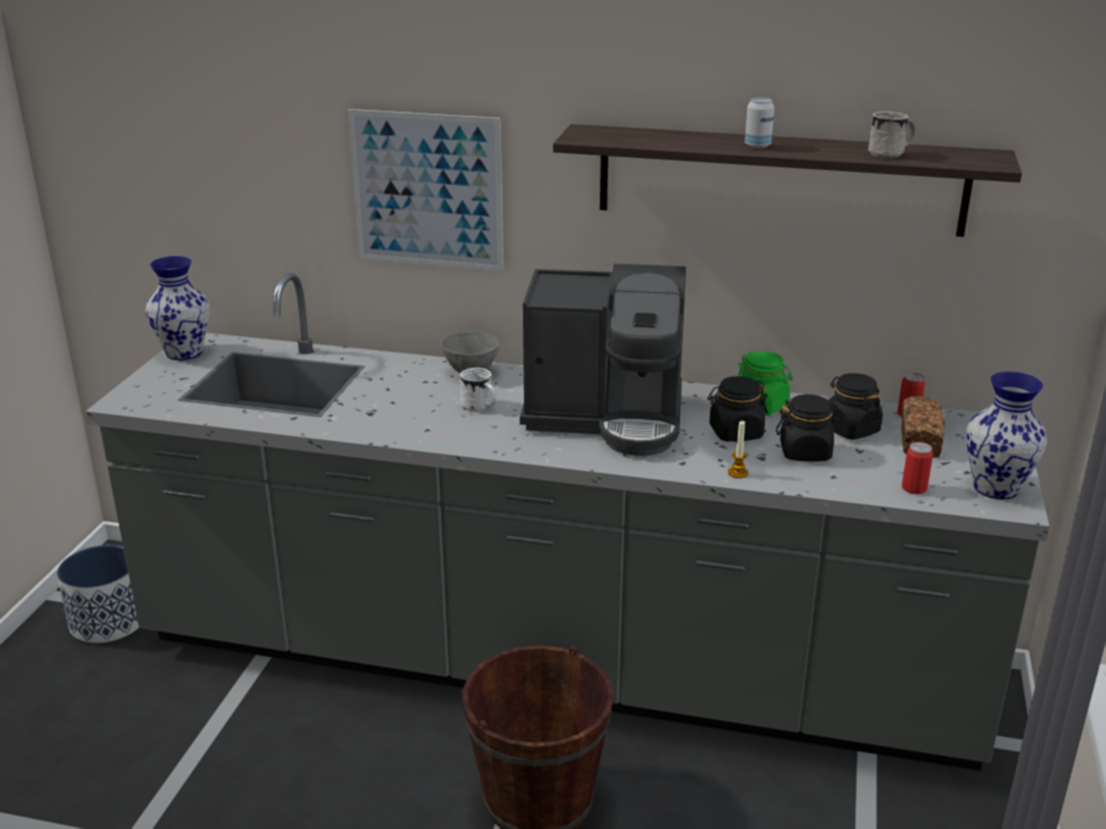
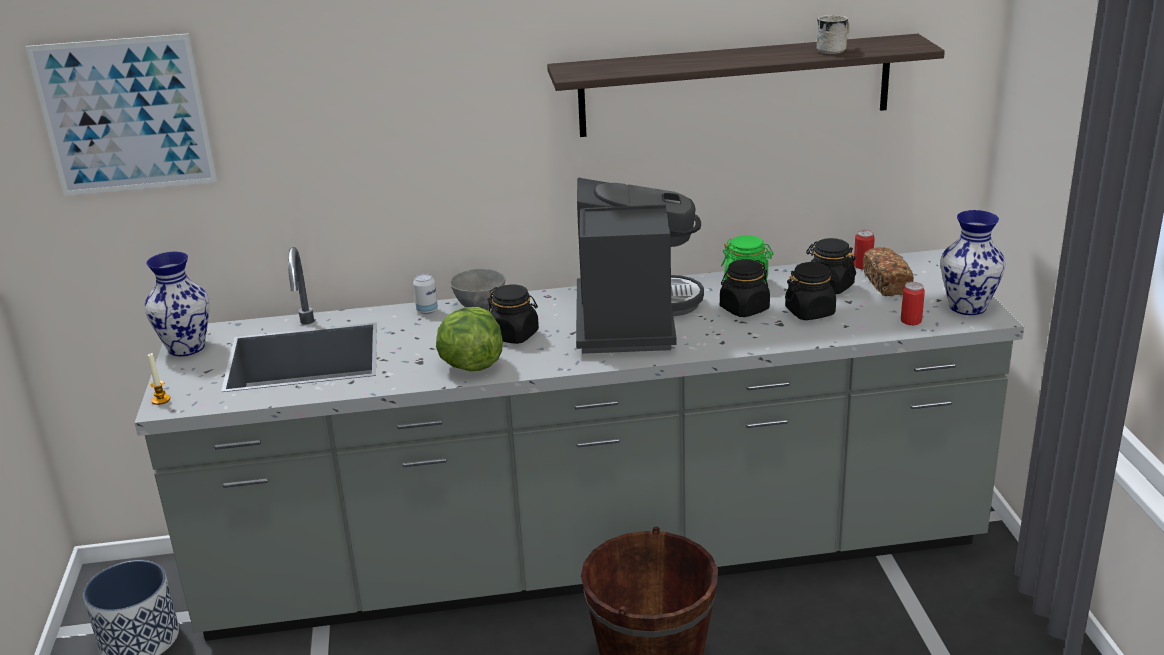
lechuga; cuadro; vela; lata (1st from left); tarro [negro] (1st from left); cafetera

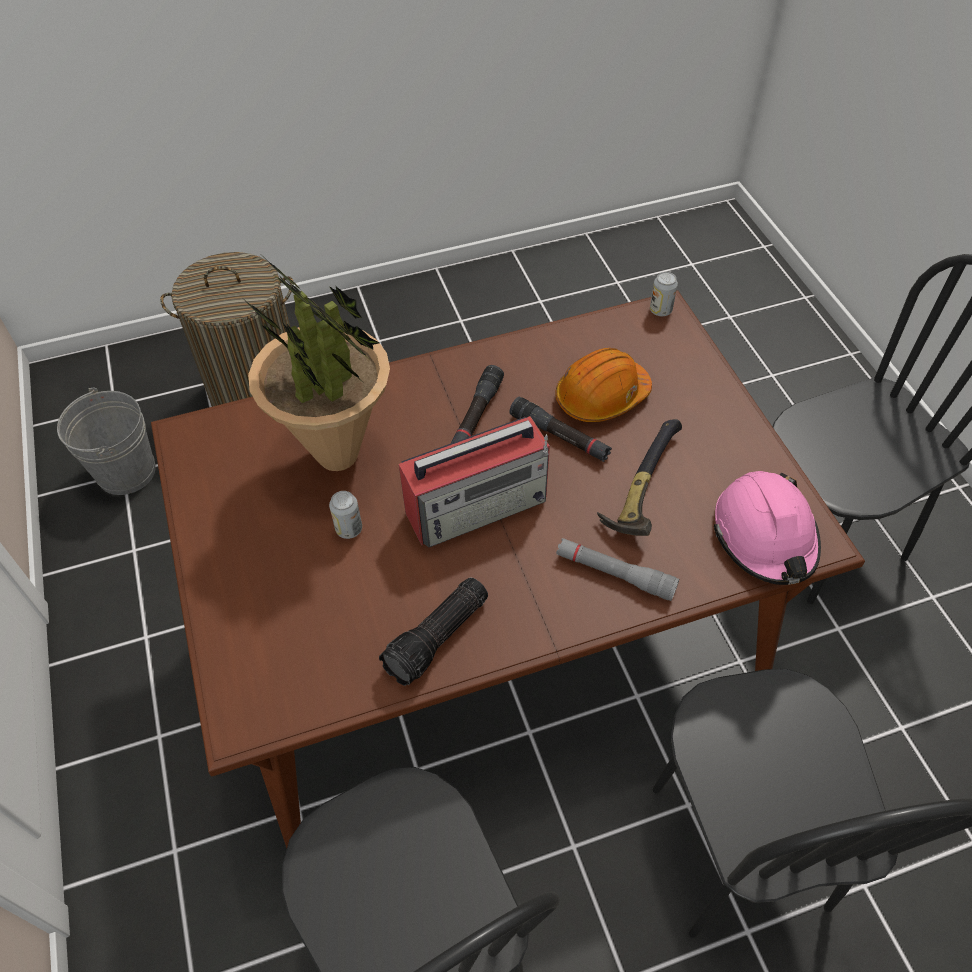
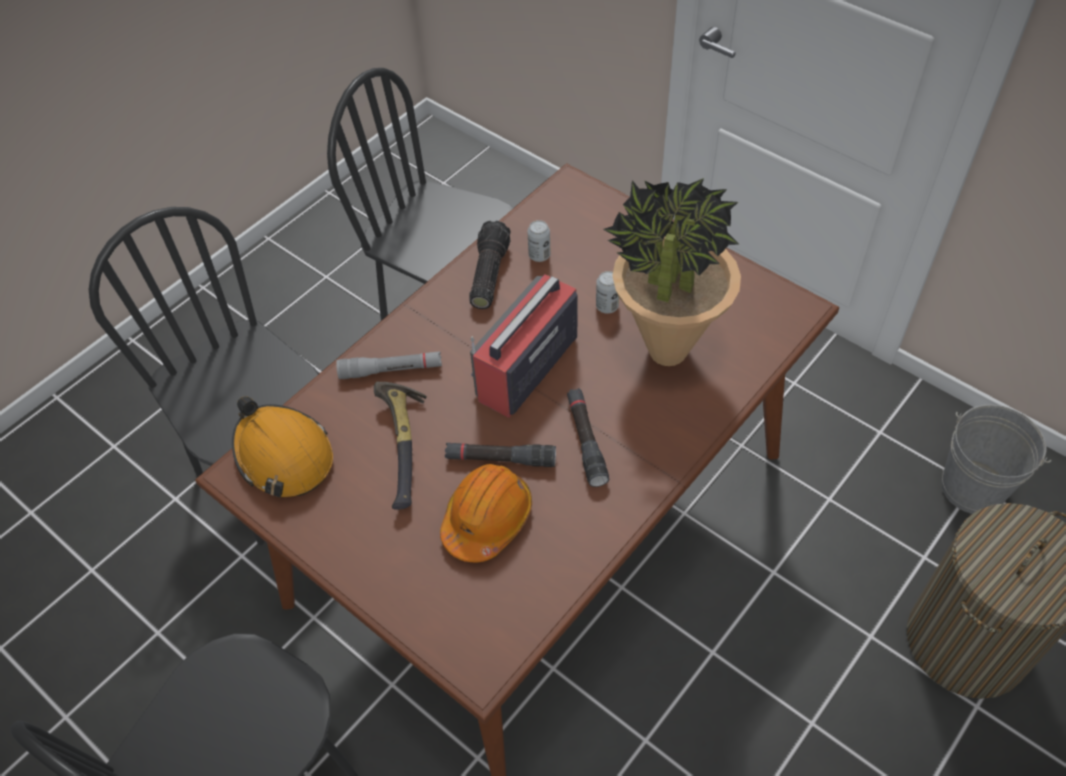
lata (1st from left); casco [naranja] (1st from left)

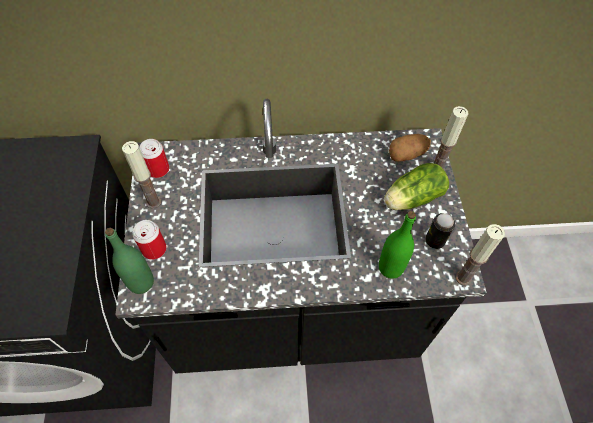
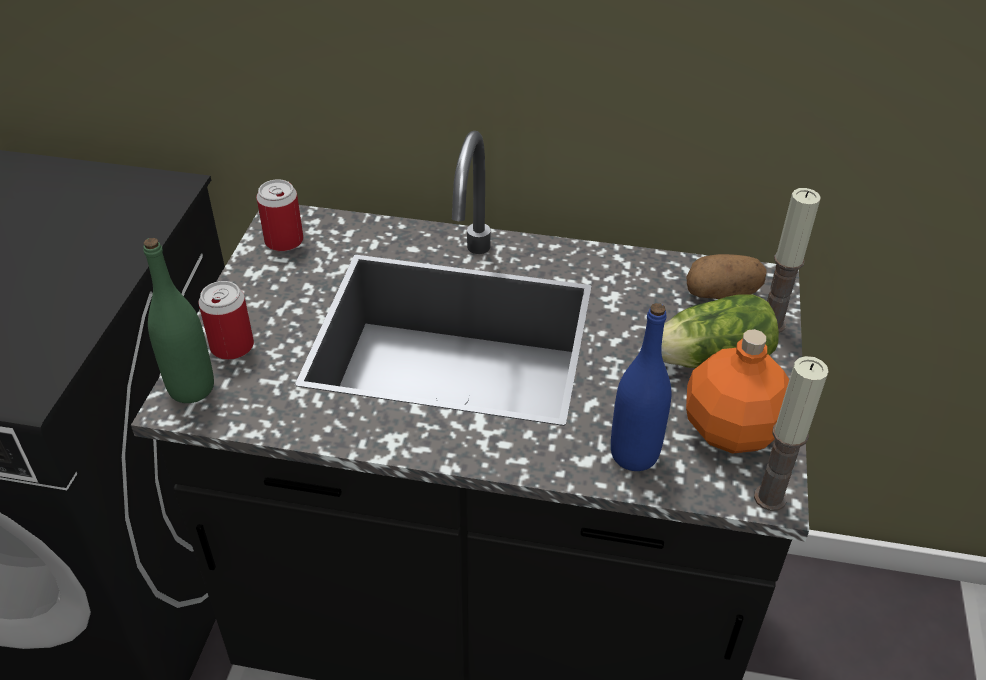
vela (1st from left in the first image); botella [naranja]; botella [azul]

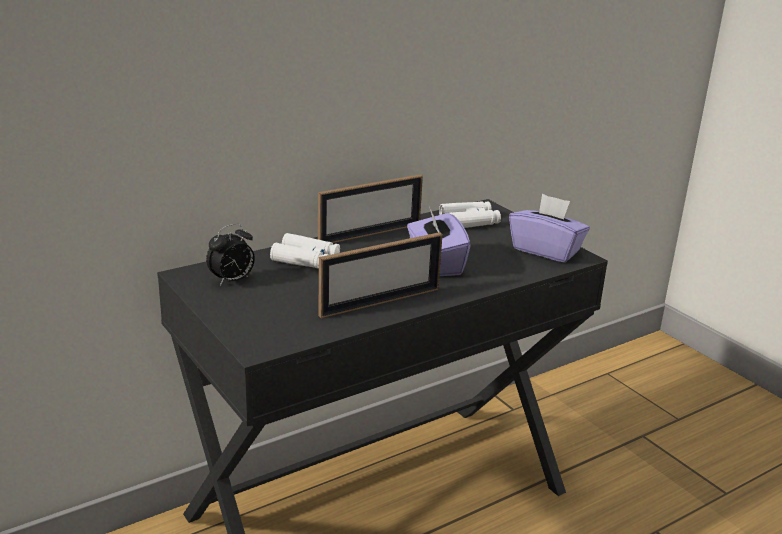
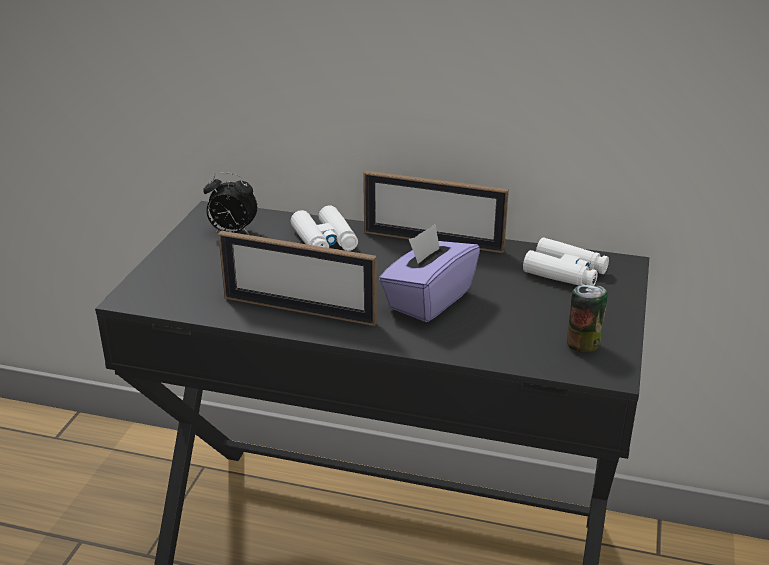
lata

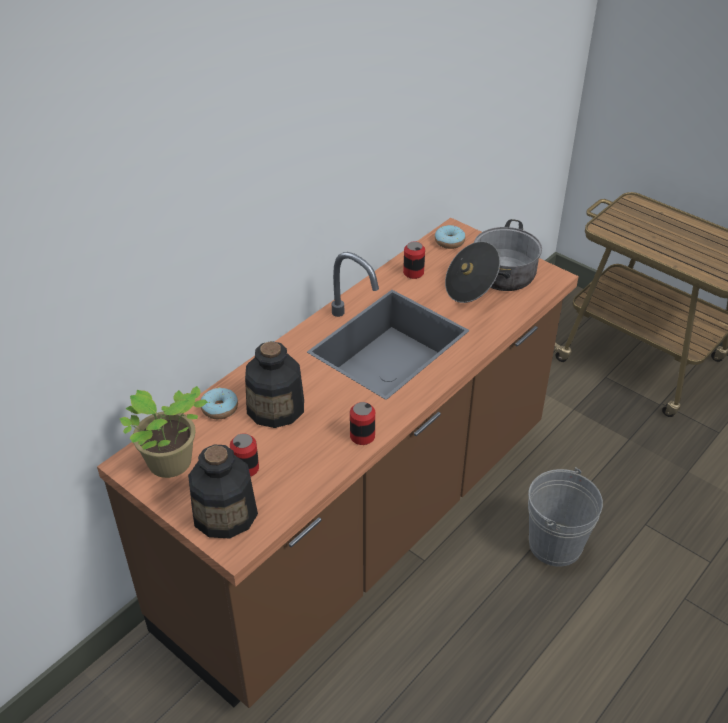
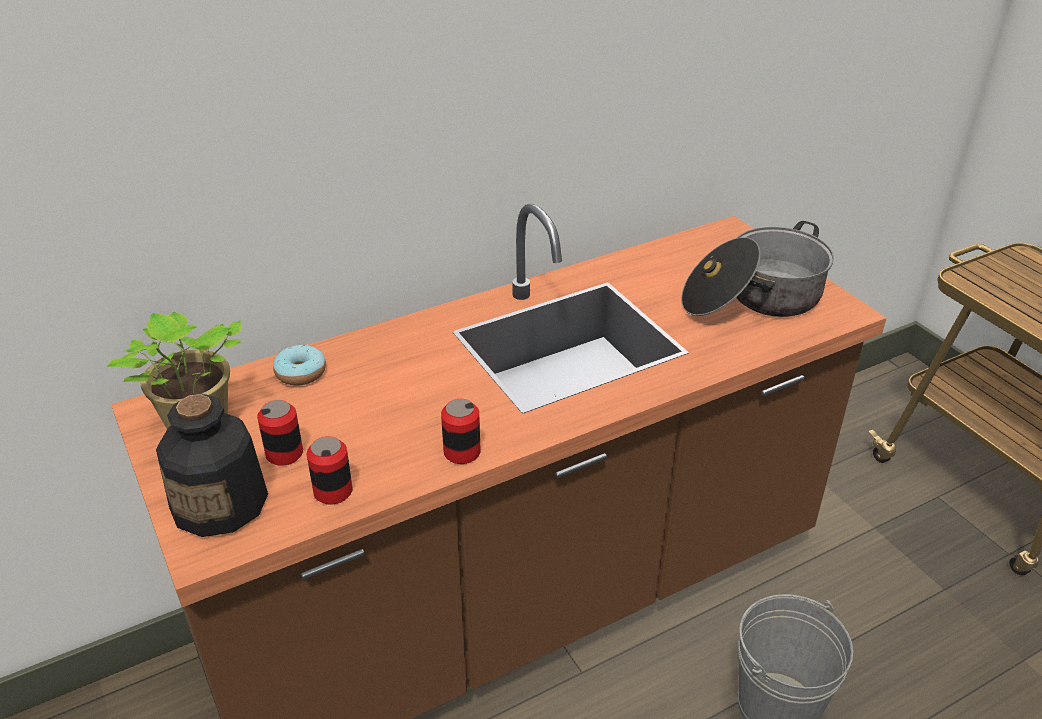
botella (2nd from left in the first image); rosquilla (2nd from left in the first image); lata (2nd from left)

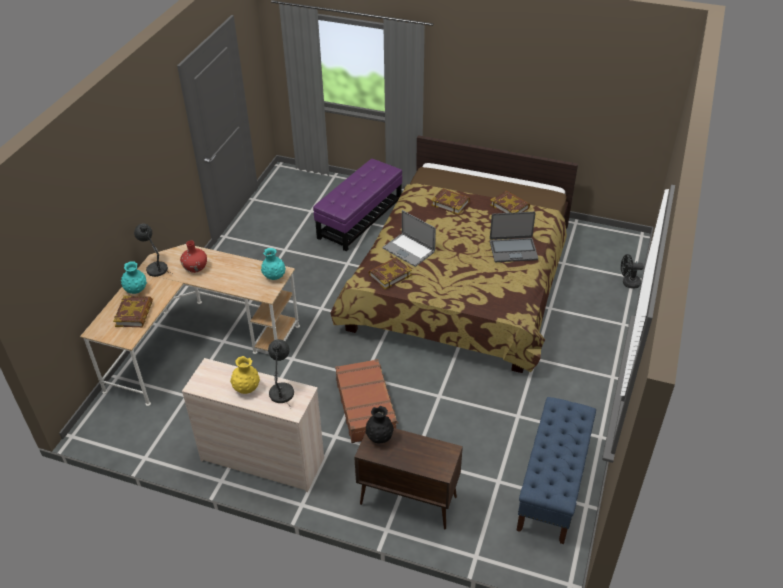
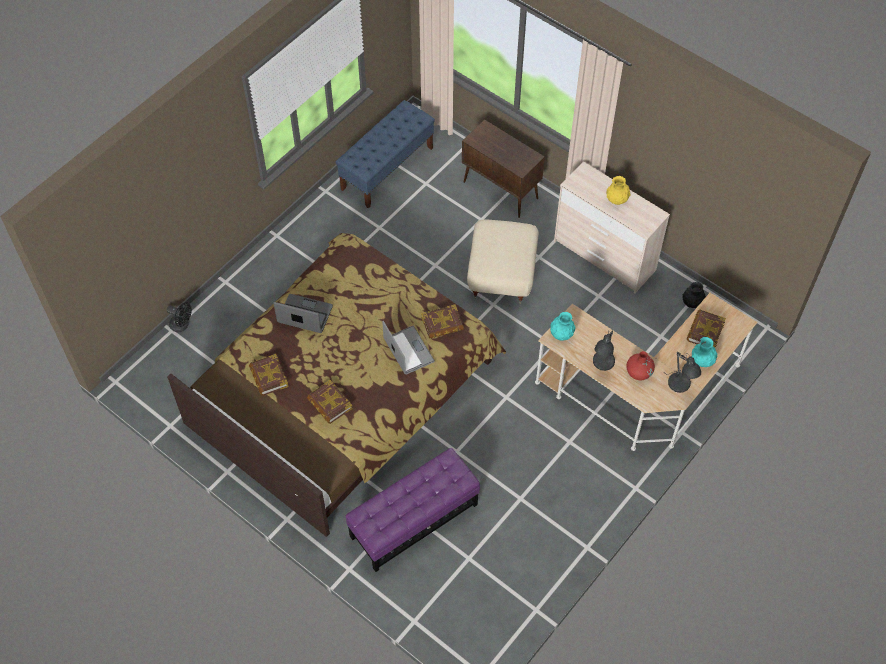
lámpara de mesa [gris] (1st from left); florero [negro]; puf [beis]

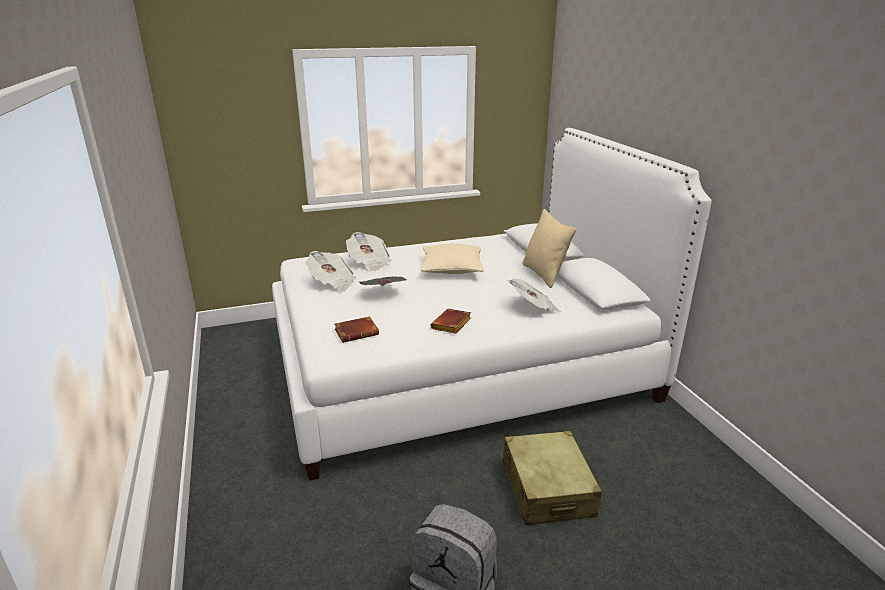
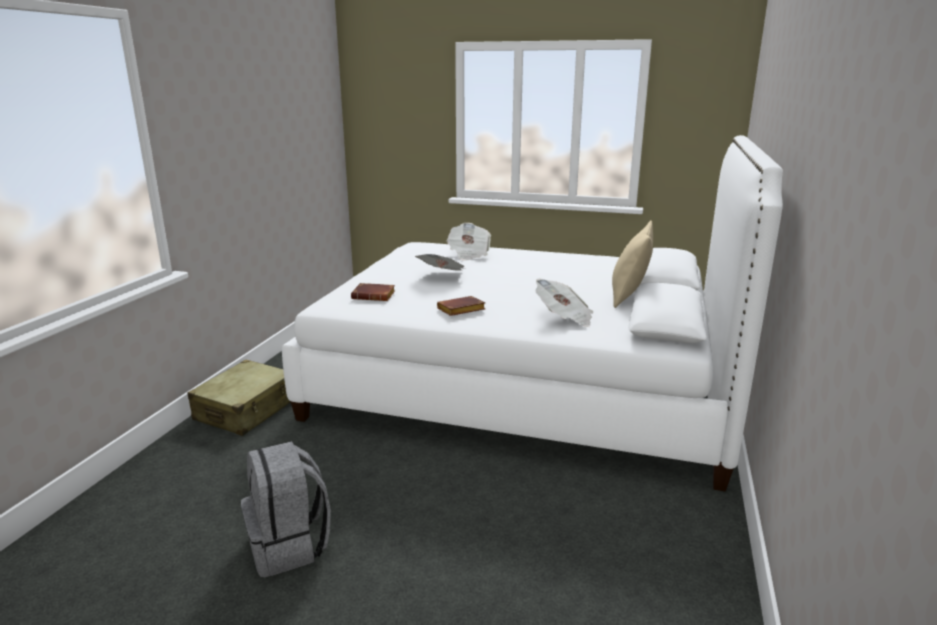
periódico (1st from left in the first image); cojín [beis] (1st from left in the first image); maleta [beis]

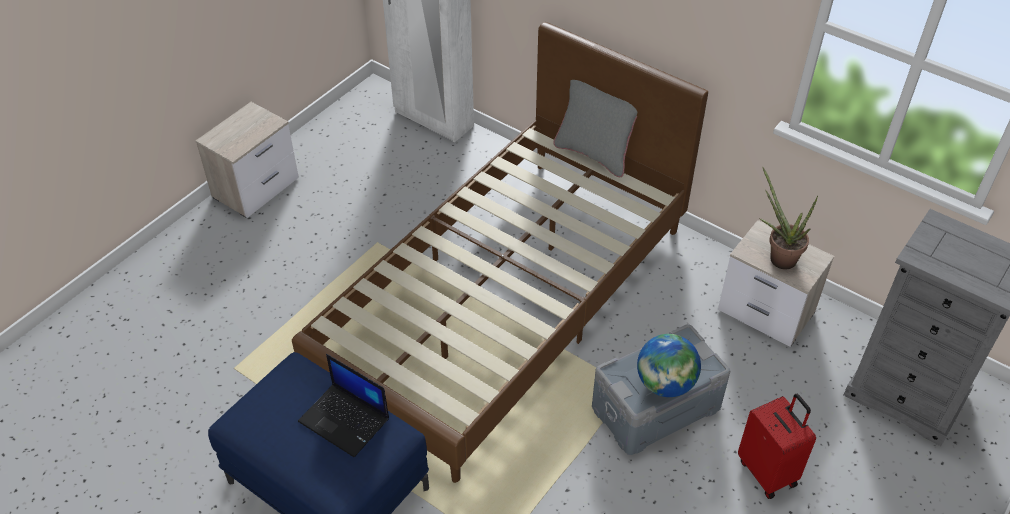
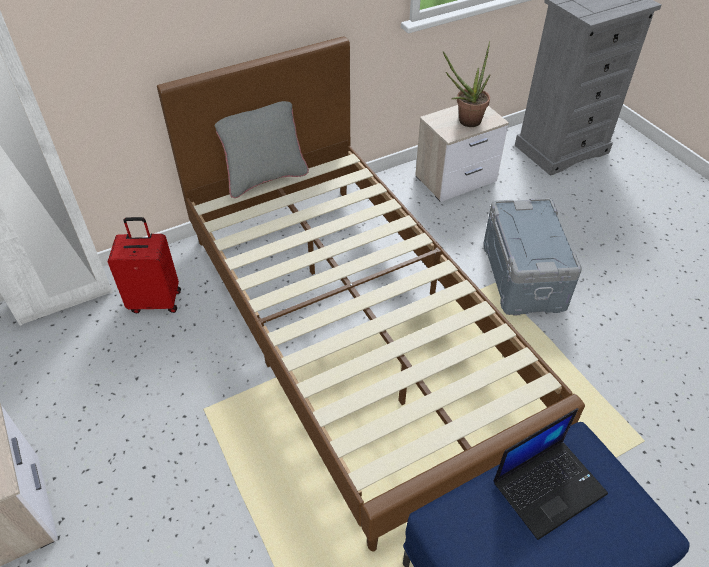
globo terráqueo; maleta [rojo]

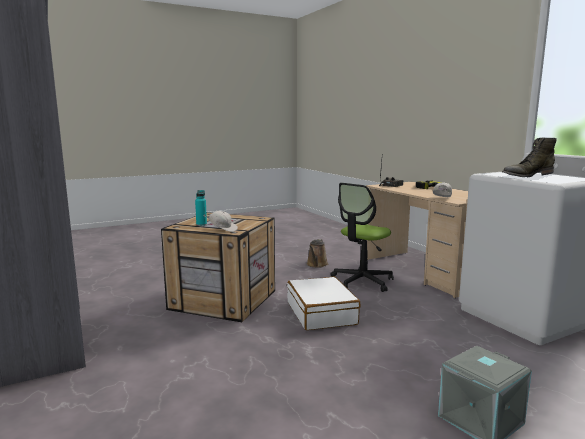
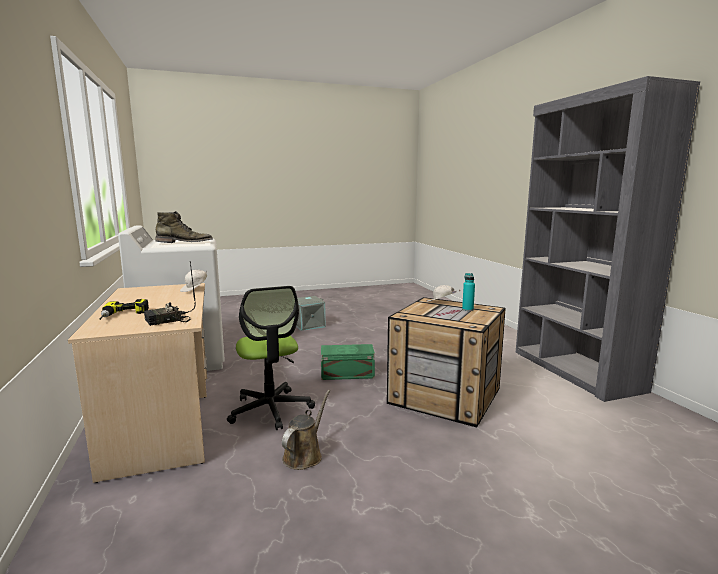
caja de almacenaje [verde]; silla de oficina

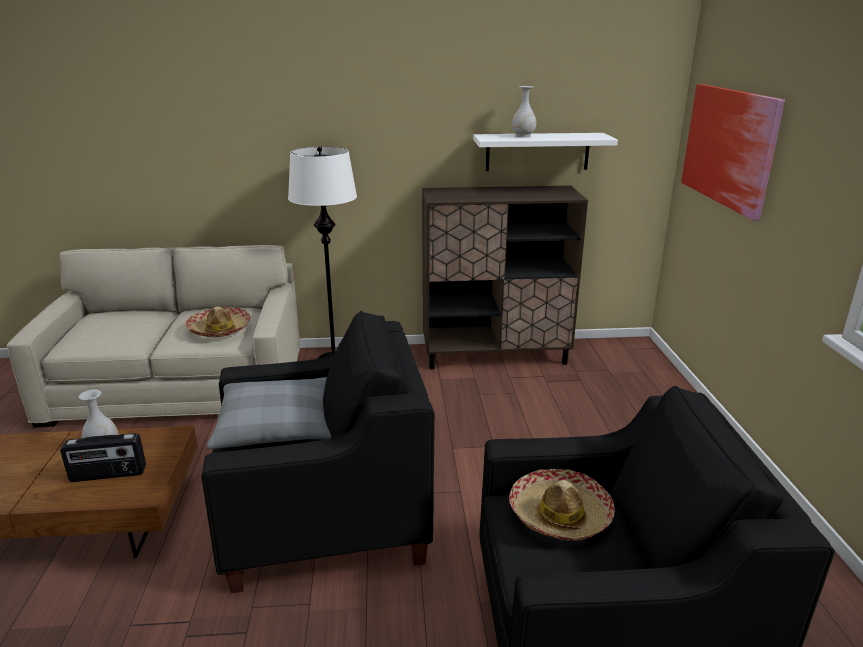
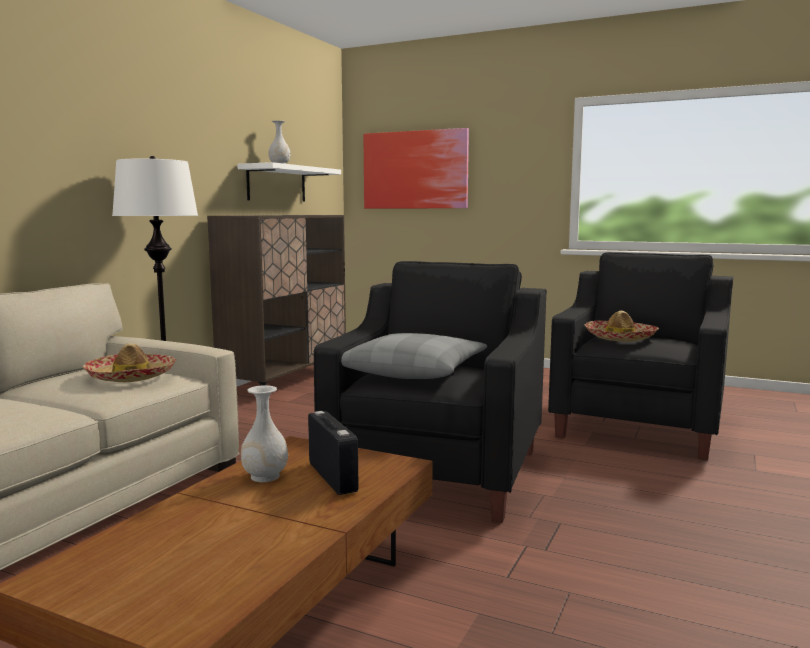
radio

